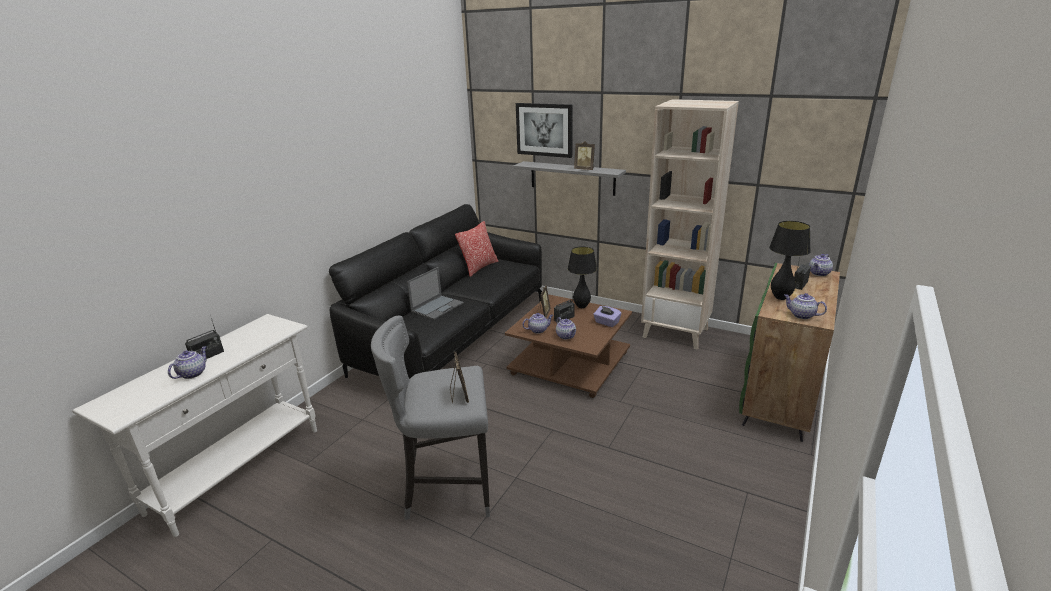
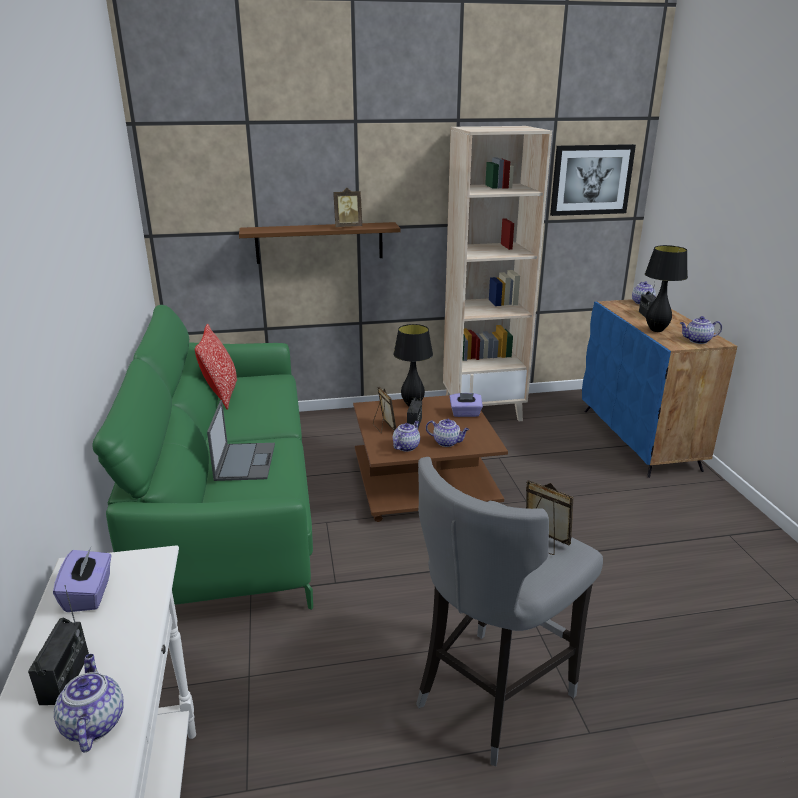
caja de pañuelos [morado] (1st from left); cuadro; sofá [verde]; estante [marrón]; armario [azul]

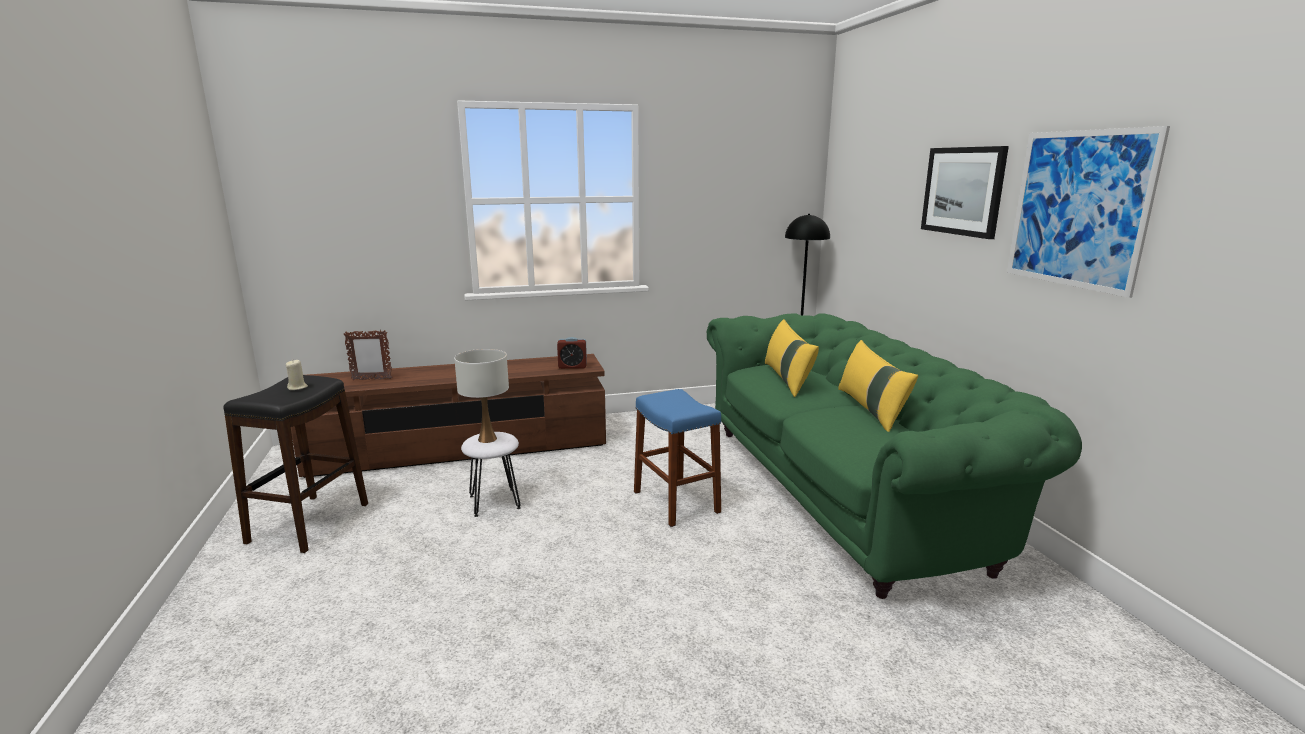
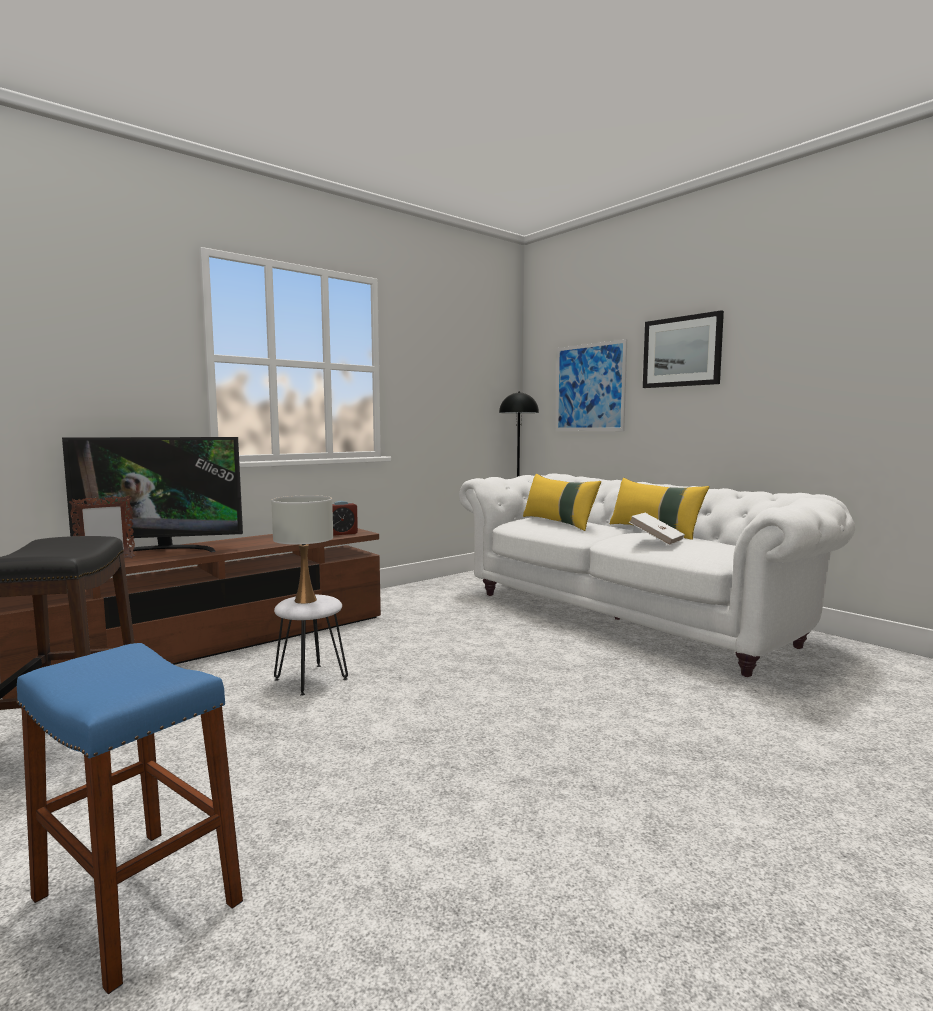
vela [beis]; televisor; libro [blanco]; taburete [azul]; cuadro (1st from left); sofá [blanco]

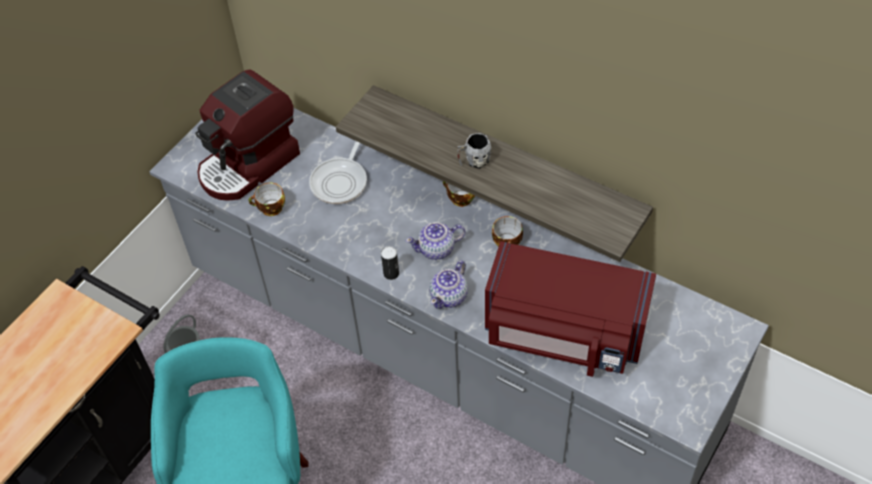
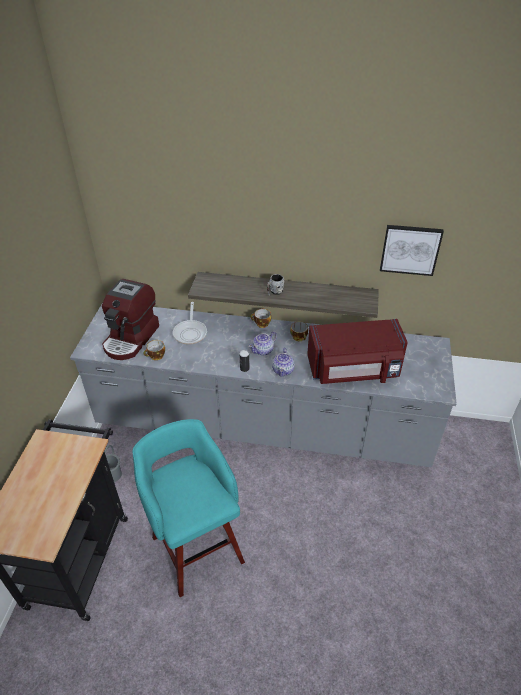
cuadro

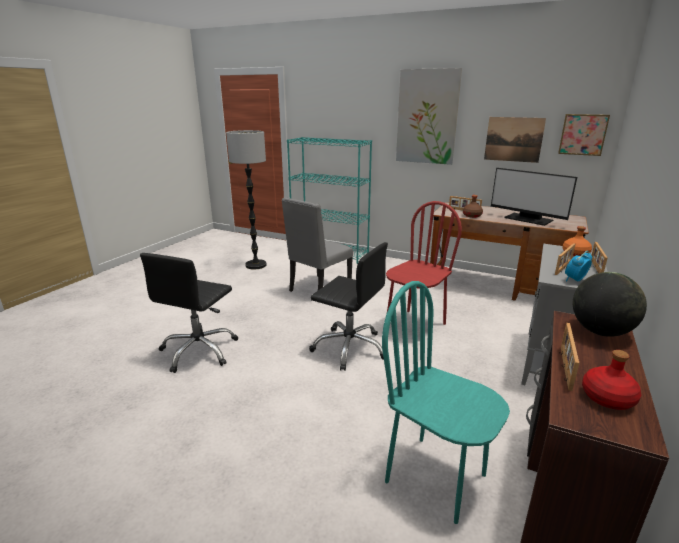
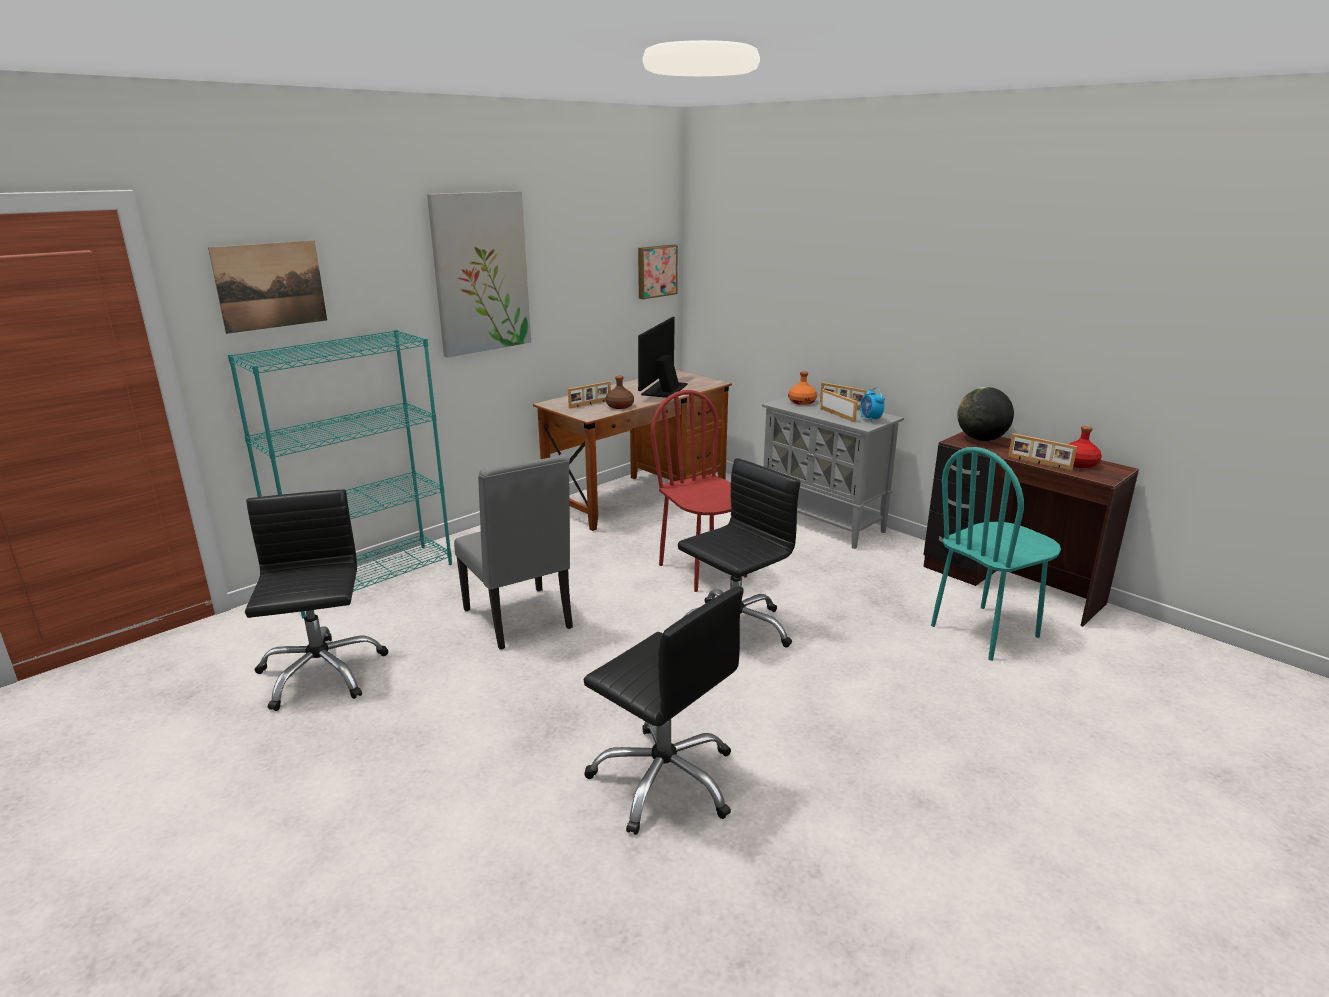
cuadro (1st from left); silla de oficina [negro] (1st from left); monitor

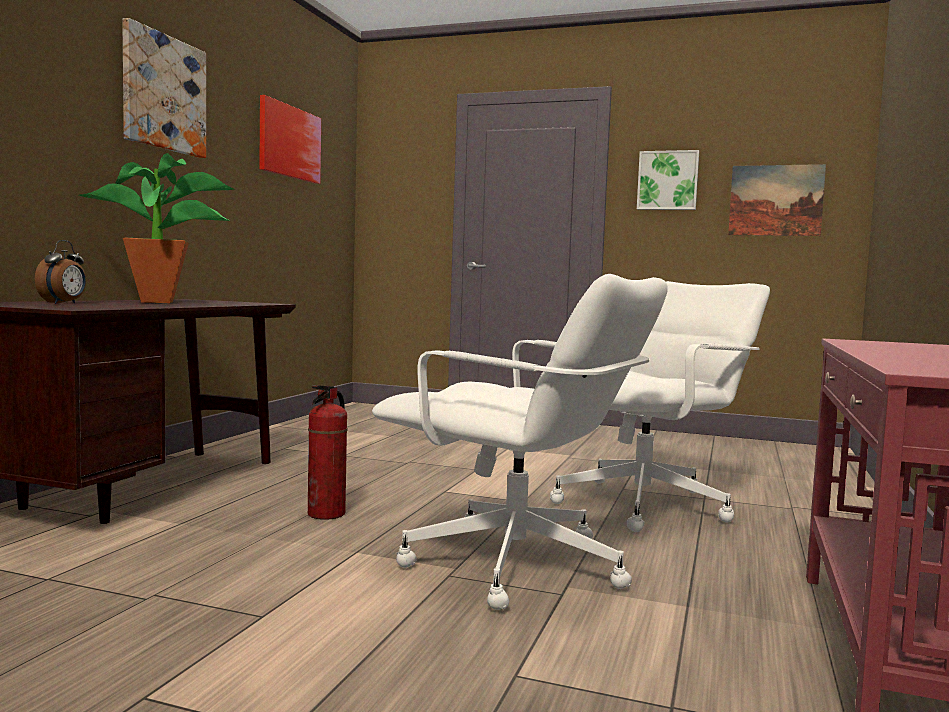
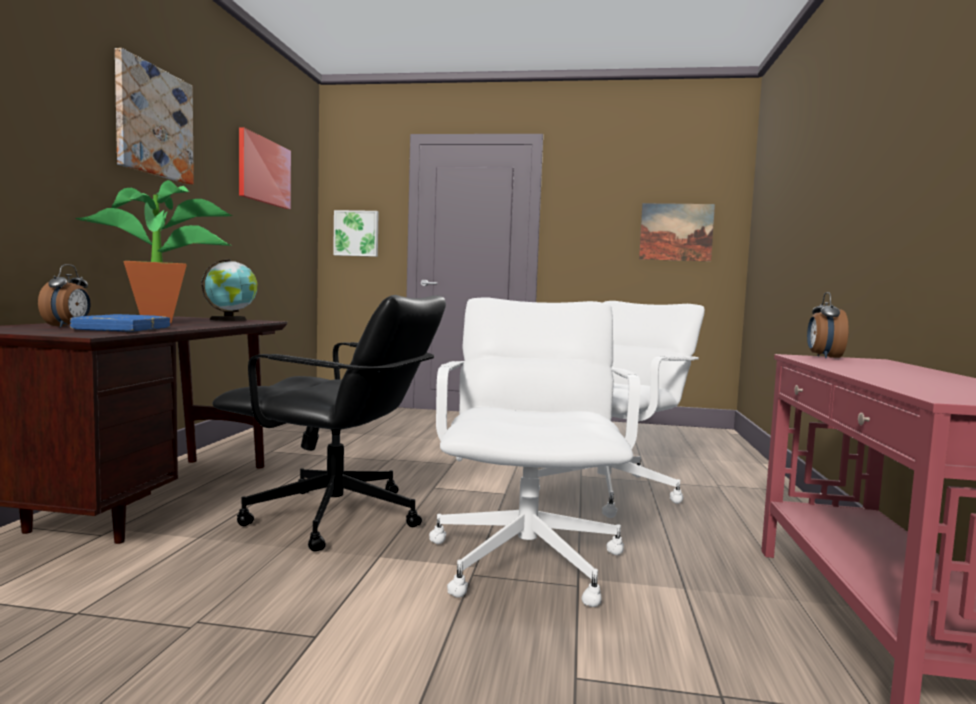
libro [azul]; globo terráqueo; despertador (2nd from left); cuadro (3rd from left); silla de oficina [negro]; silla de oficina [blanco] (1st from left)

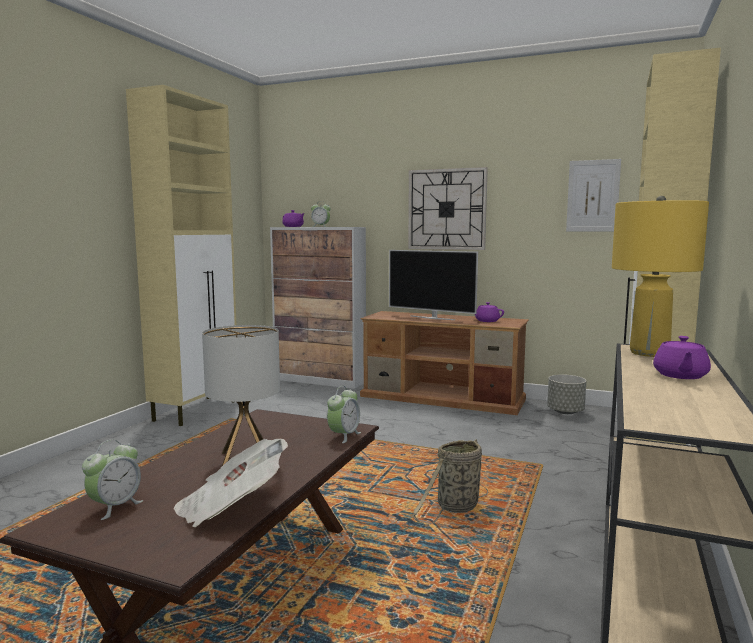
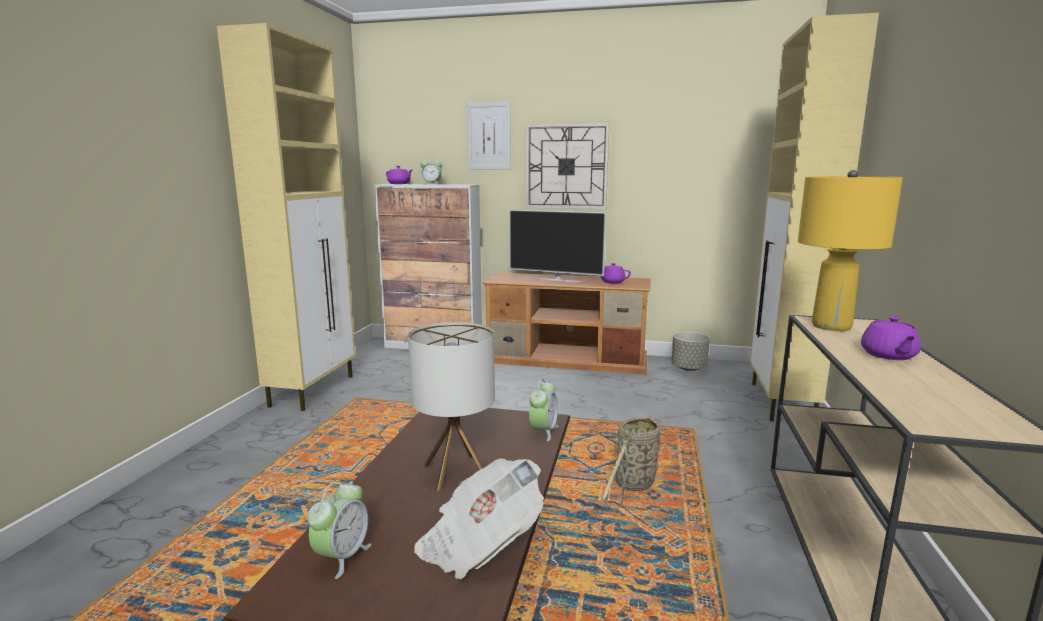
cuadro

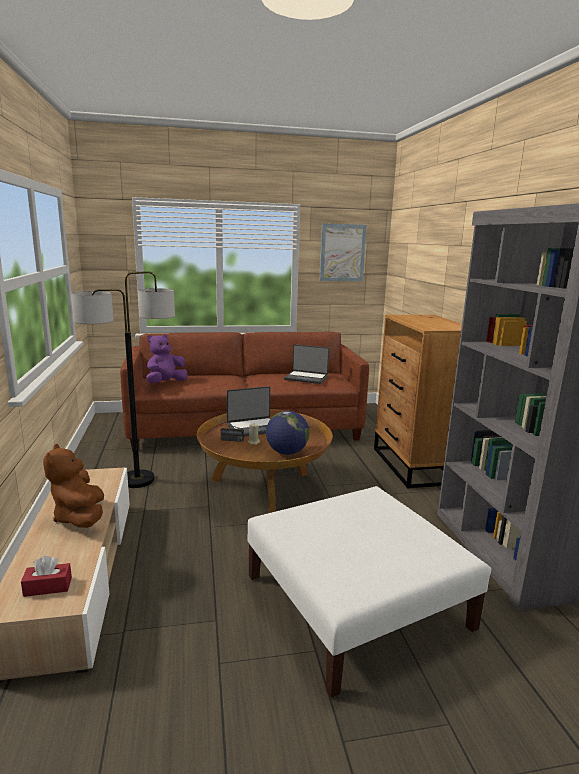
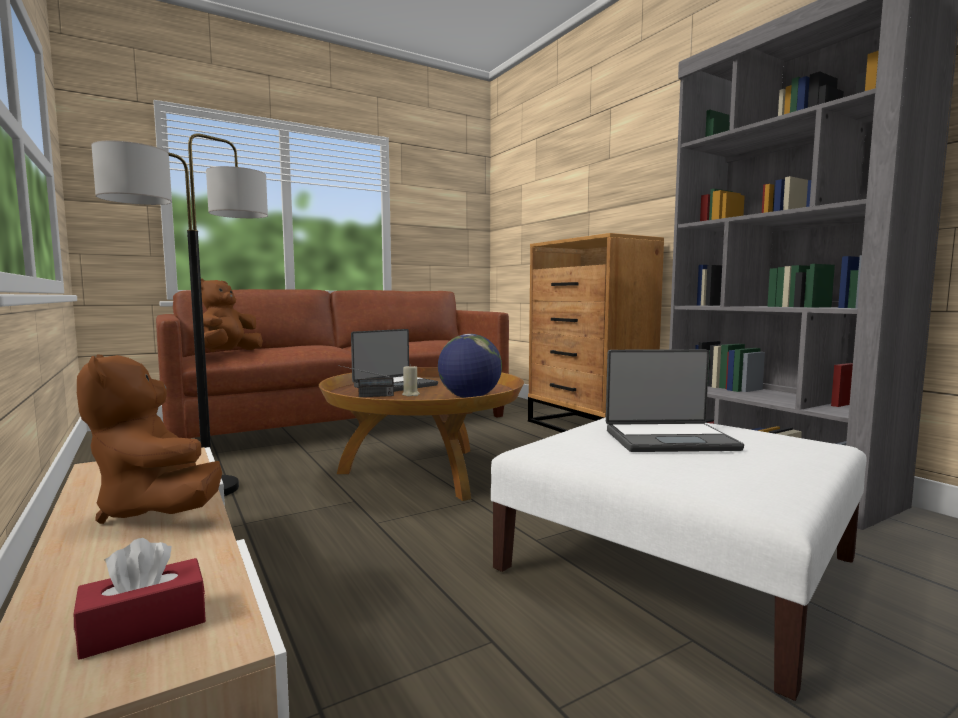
cuadro; portátil (2nd from left); peluche [marrón] (2nd from left)

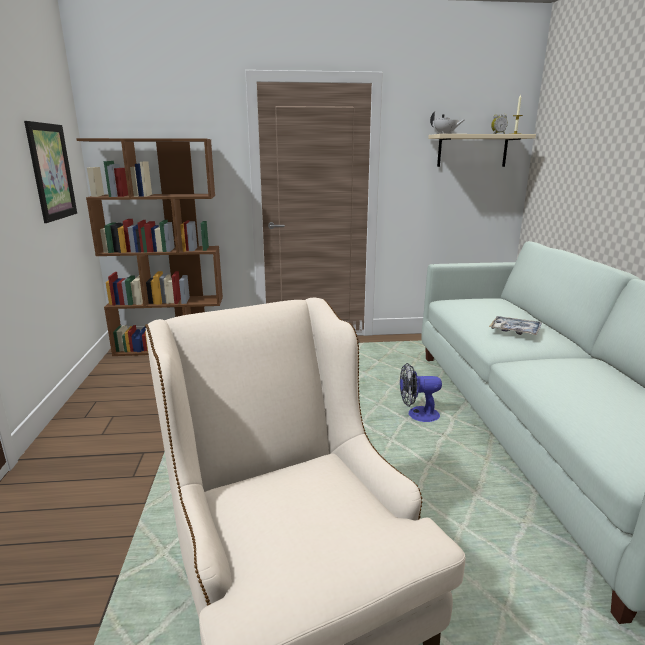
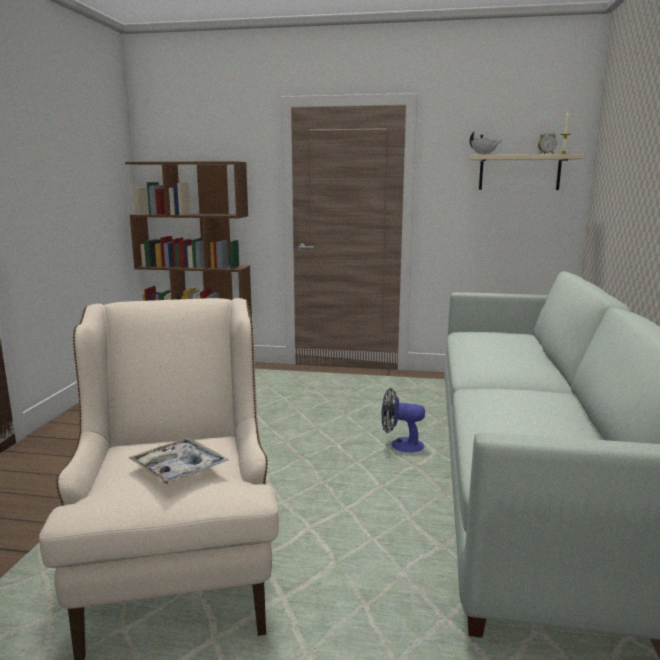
cuadro; bandeja

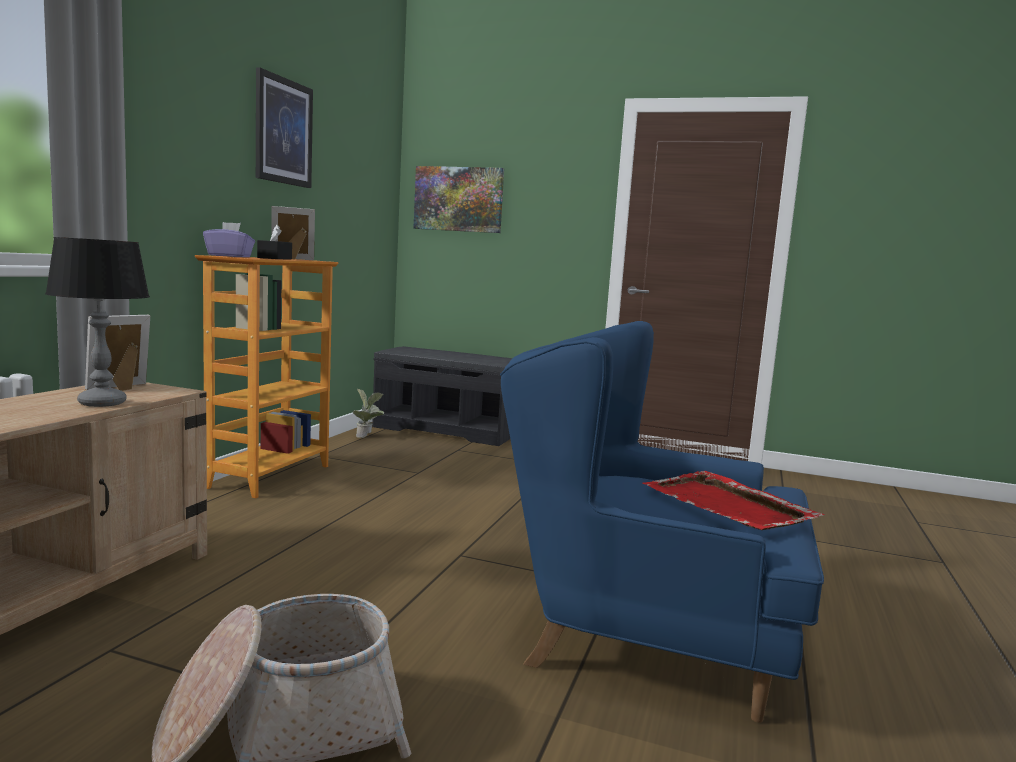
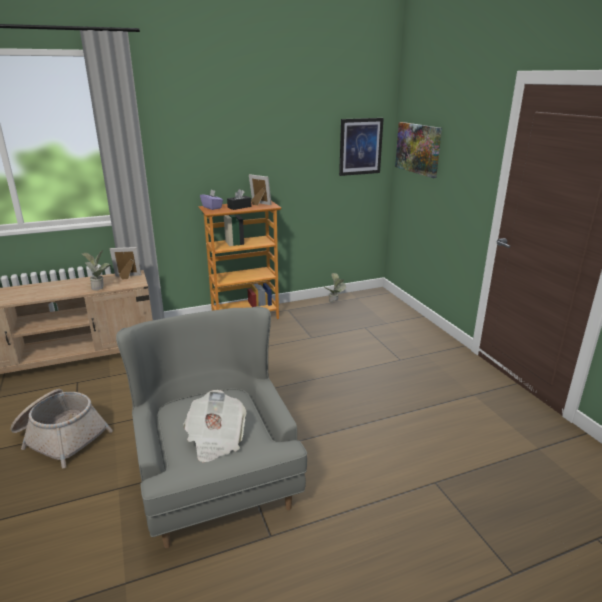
banco [gris]; cuadro (1st from left); planta en maceta (1st from left); periódico; sillón [gris]

